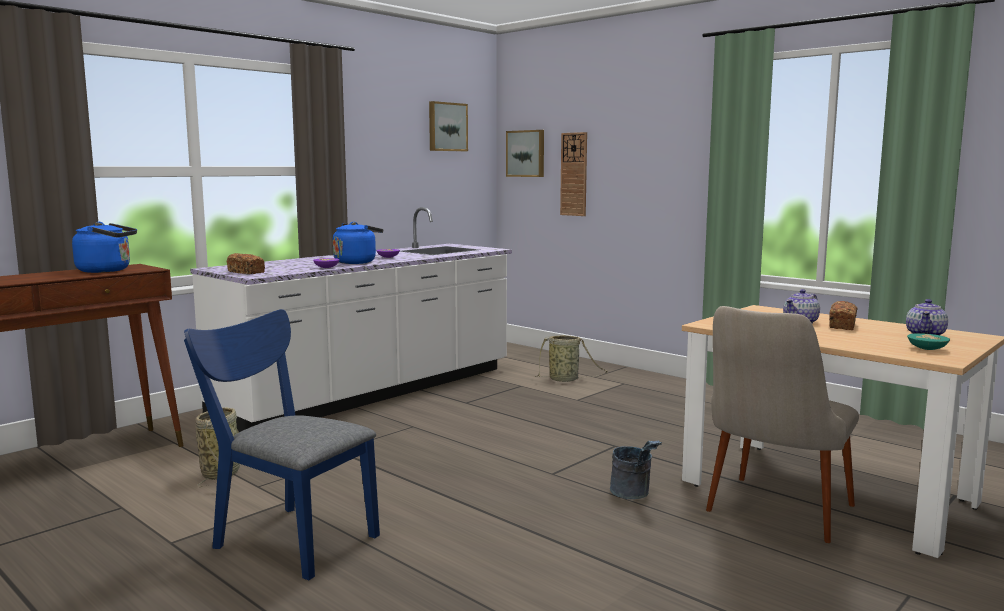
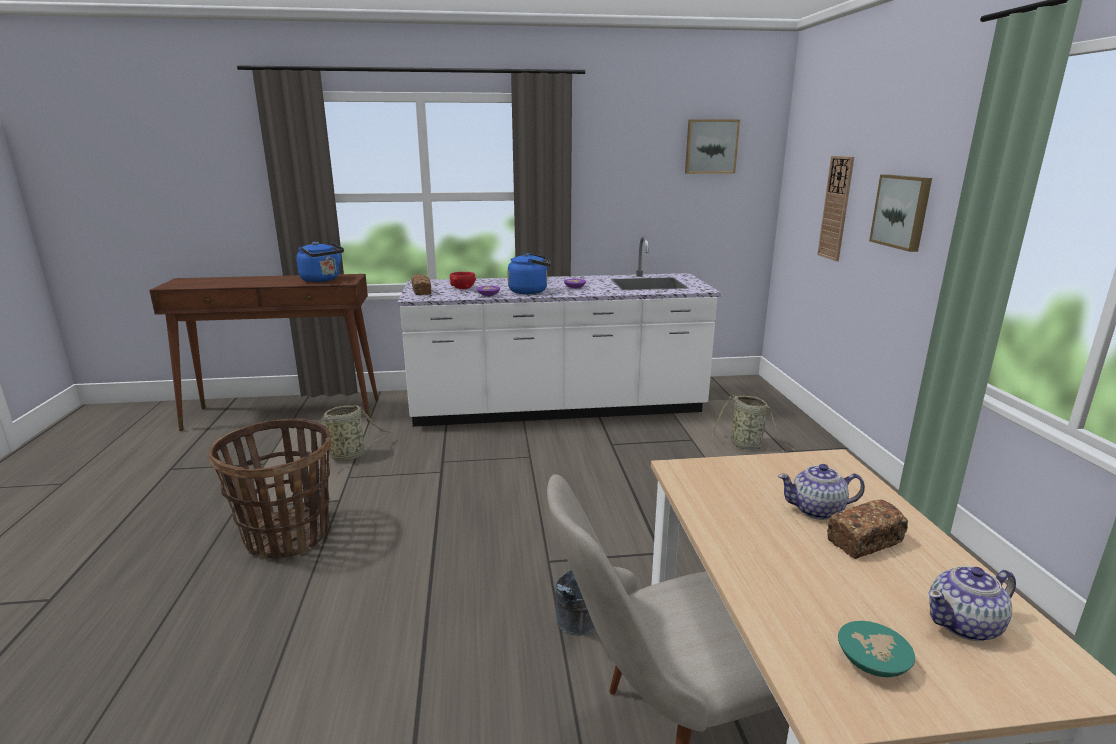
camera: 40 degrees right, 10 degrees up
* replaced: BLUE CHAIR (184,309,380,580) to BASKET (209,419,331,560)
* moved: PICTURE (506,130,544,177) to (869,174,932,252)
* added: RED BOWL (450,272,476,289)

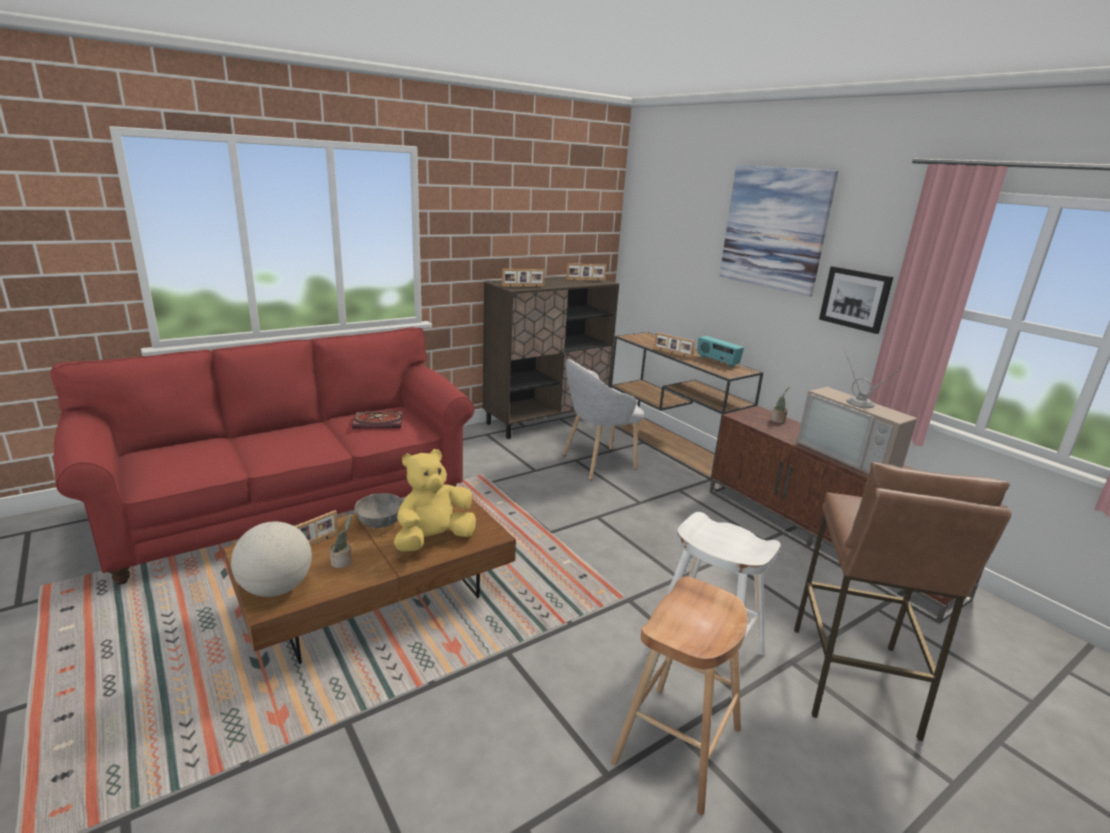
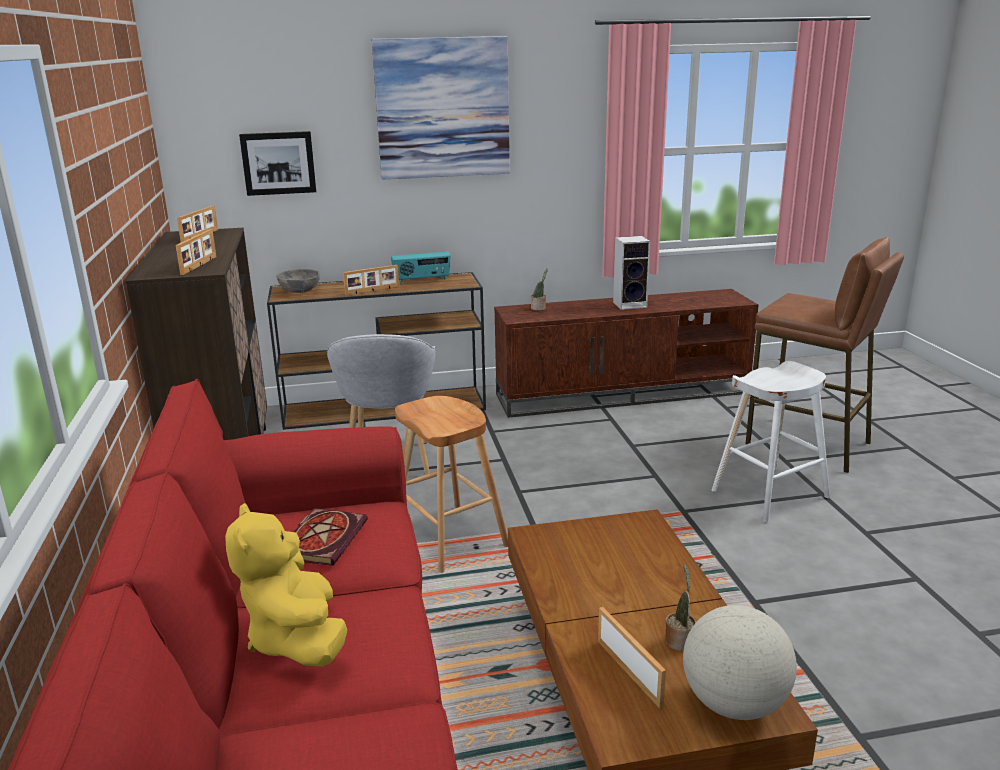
camera: 65 degrees left, 0 degrees up
* moved: GREY BOWL (355,493,403,528) to (276,269,320,293)
* moved: YELLOW PLUSH TOY (394,449,476,552) to (225,503,347,667)
* moved: BROWN STOOL (611,576,747,815) to (395,396,508,573)
* replaced: TELEVISION (797,348,917,474) to SPEAKER (613,236,651,310)
* moved: PICTURE (819,266,893,334) to (239,131,316,196)

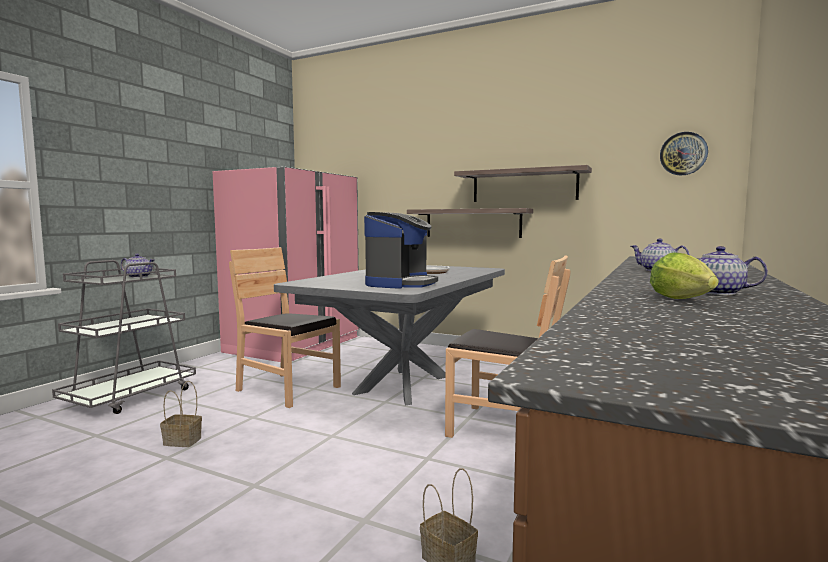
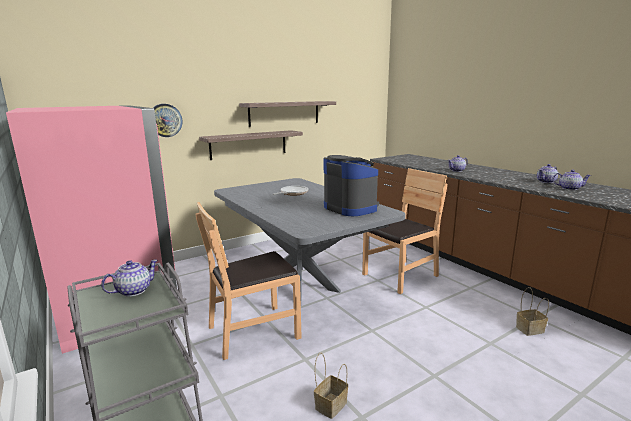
camera: 60 degrees left, 10 degrees up
* replaced: LETTUCE (650,252,718,299) to TEAPOT (552,170,591,190)
* moved: WALL CLOCK (660,132,708,175) to (153,104,182,137)

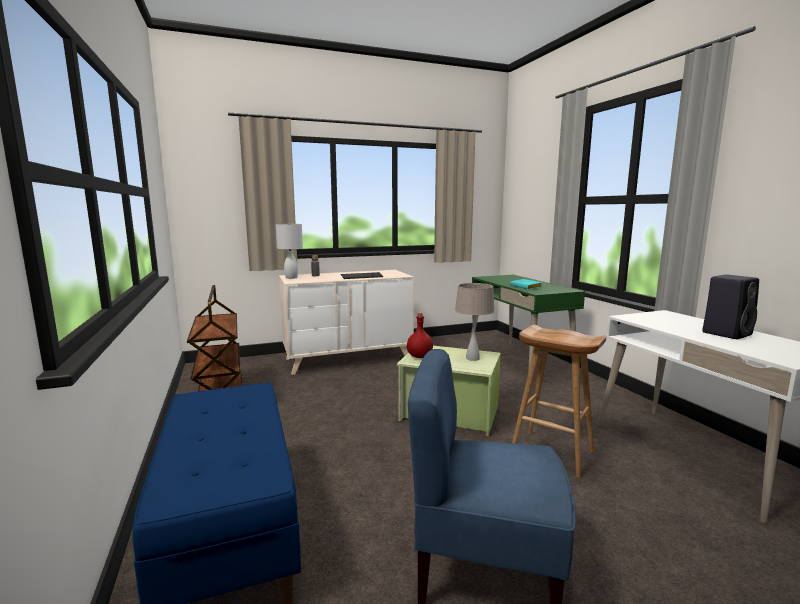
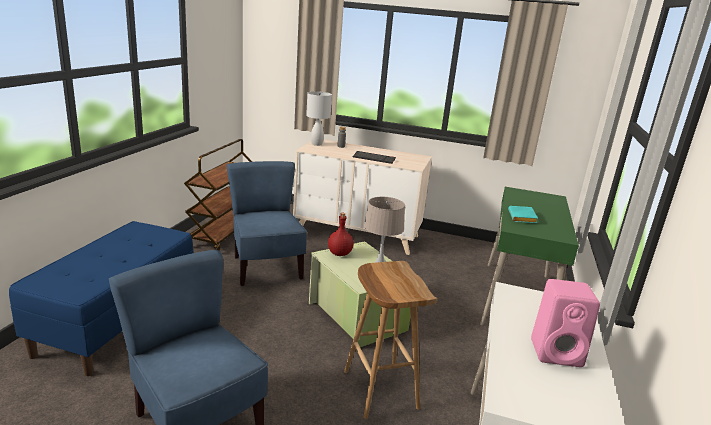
camera: 35 degrees right, 10 degrees up
* recoloured: BLACK SPEAKER (702,274,759,339) to PINK SPEAKER (531,279,600,367)
* added: BLUE CHAIR (227,161,307,286)

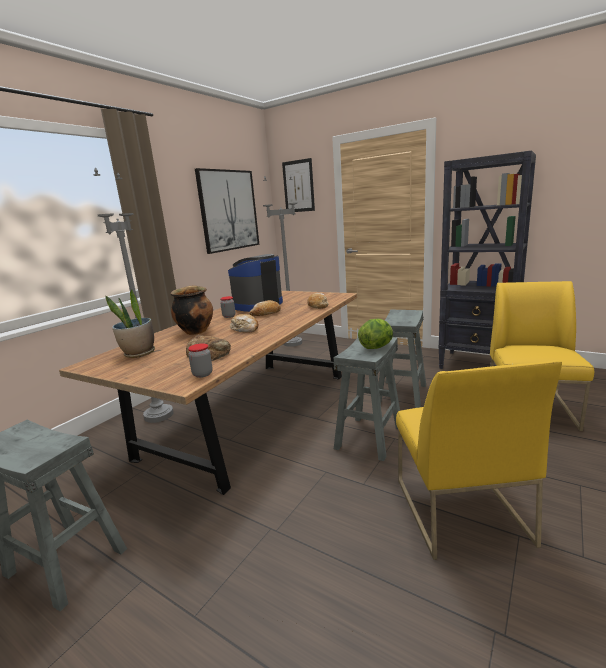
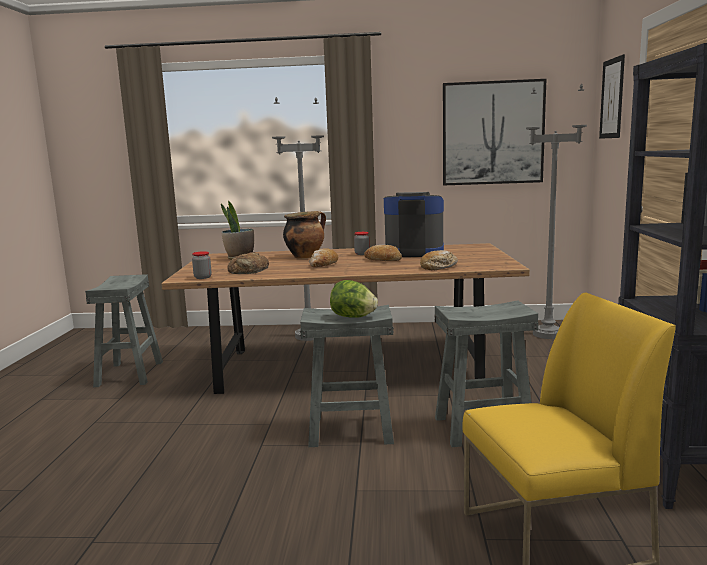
camera: 60 degrees right, 5 degrees down
* removed: YELLOW CHAIR (396,360,562,560)

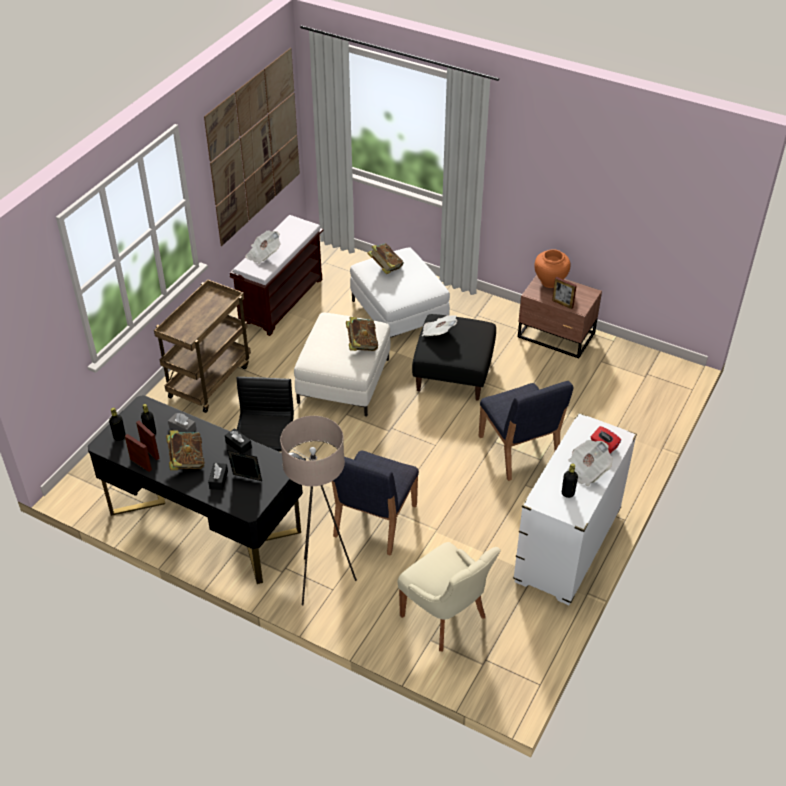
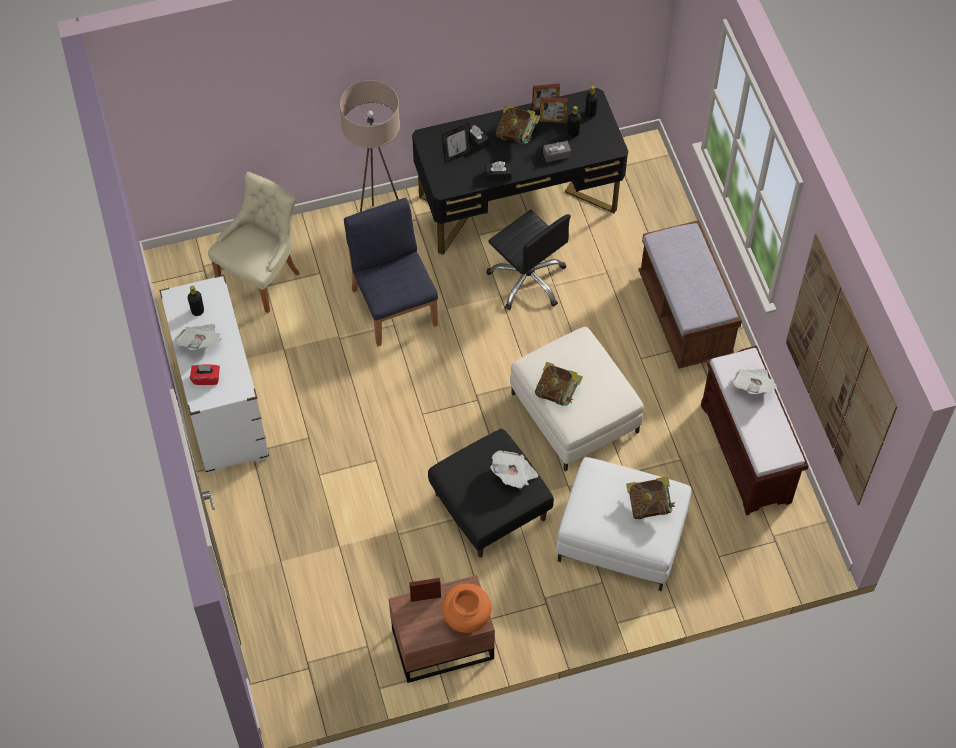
camera: 135 degrees right, 15 degrees up
* replaced: BROWN CART (154,279,251,413) to BROWN BENCH (638,220,742,369)
* turned: BEIGE CHAIR (398,542,501,651) = (208,172,299,313) 120 degrees clockwise
* removed: BLUE CHAIR (479,381,573,481)

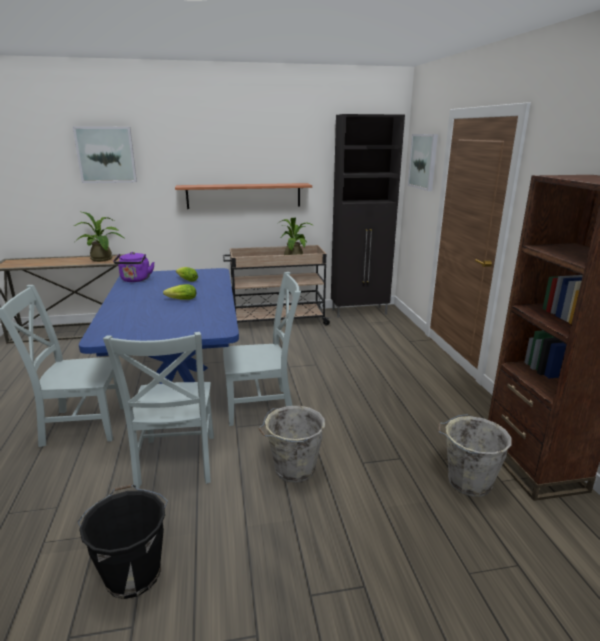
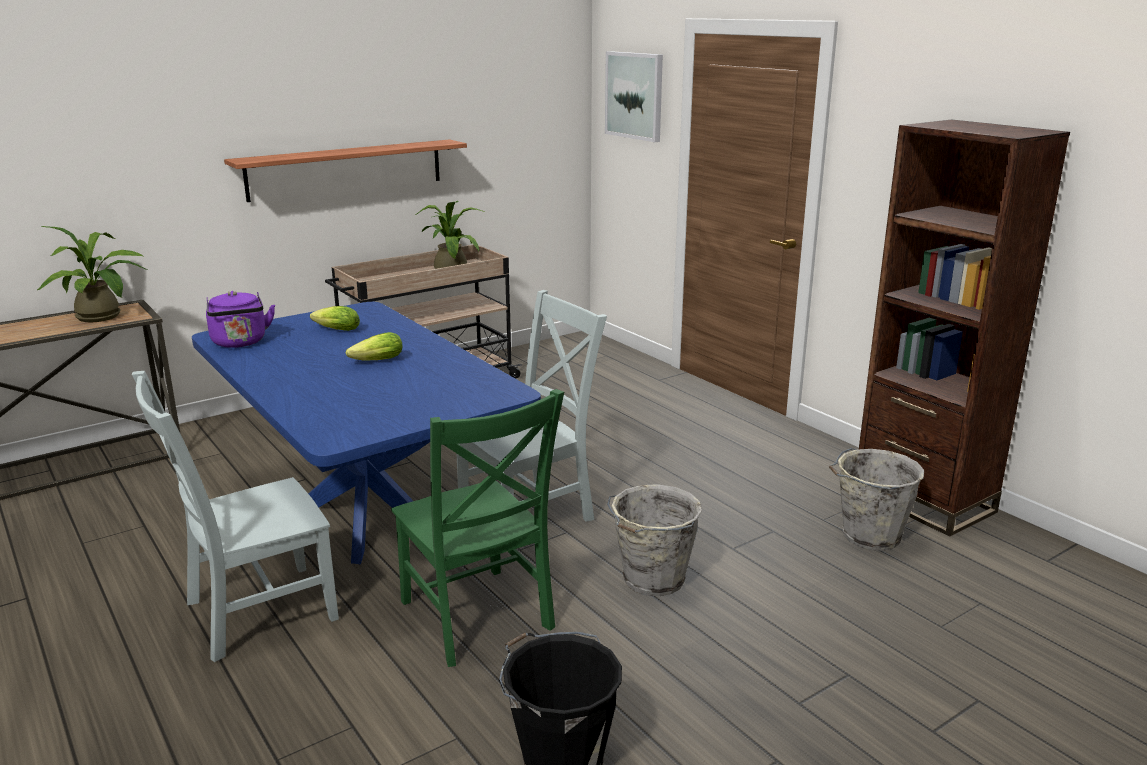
camera: 25 degrees left, 0 degrees up
* removed: PICTURE (73,126,137,183)
* recoloured: GREY CHAIR (103,332,214,489) to GREEN CHAIR (391,389,564,667)
* removed: BLACK CABINET (331,114,405,318)

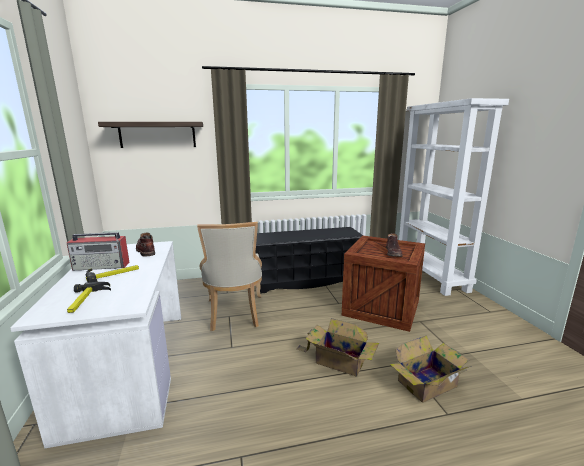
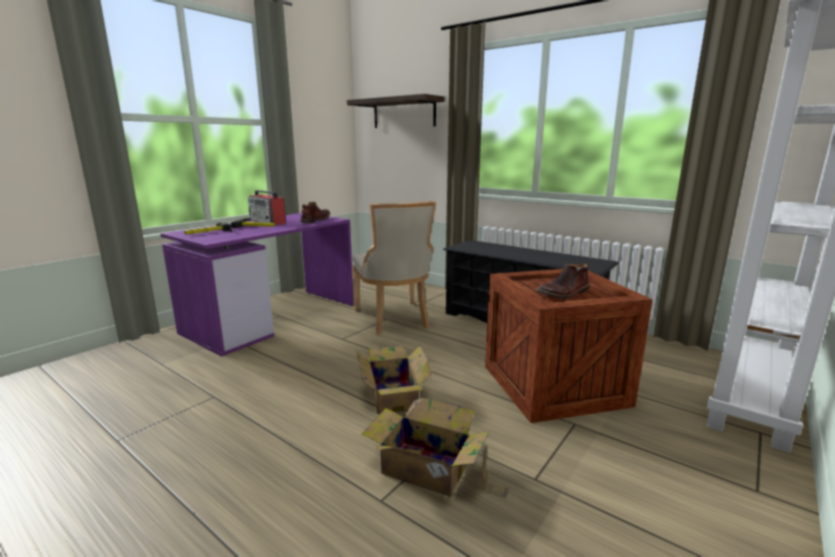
camera: 50 degrees right, 0 degrees up
* recoloured: WHITE DESK (10,241,181,449) to PURPLE DESK (160,213,354,357)
* turned: BEIGE CHAIR (197,222,262,331) = (352,201,436,335) 60 degrees counterclockwise

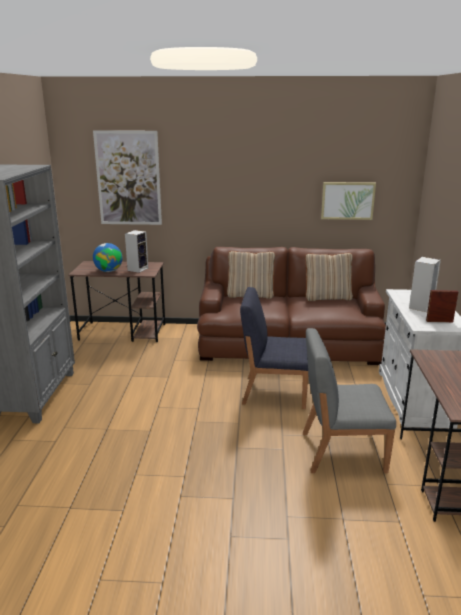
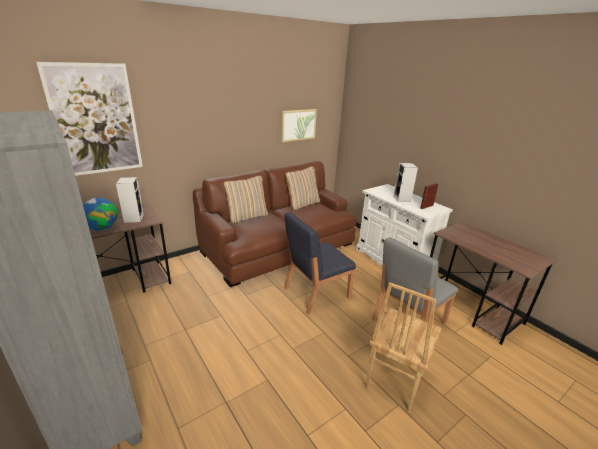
camera: 40 degrees left, 5 degrees up
* added: BROWN CHAIR (365,282,442,412)

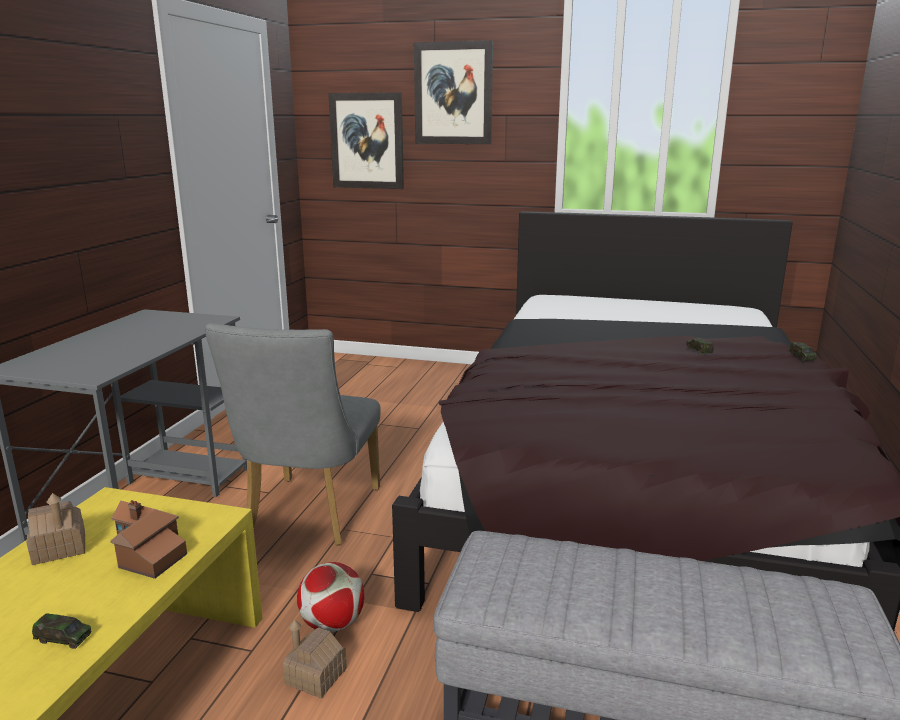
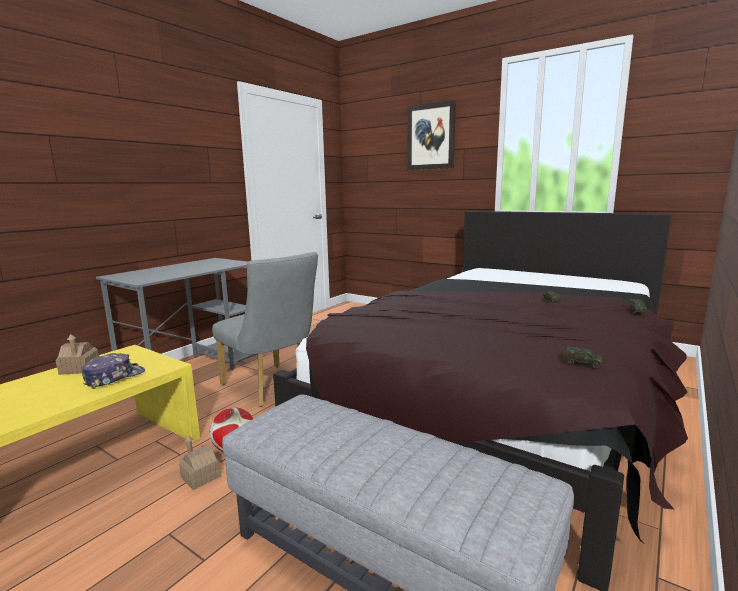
camera: 20 degrees right, 5 degrees down
* moved: TOY CAR (32,613,92,649) to (564,347,602,368)
* replaced: TOY HOUSE (110,500,187,579) to CAP (82,353,145,389)
* turned: GREY CHAIR (205,323,381,545) = (212,252,318,407) 75 degrees counterclockwise
* removed: PICTURE (328,92,404,189)

